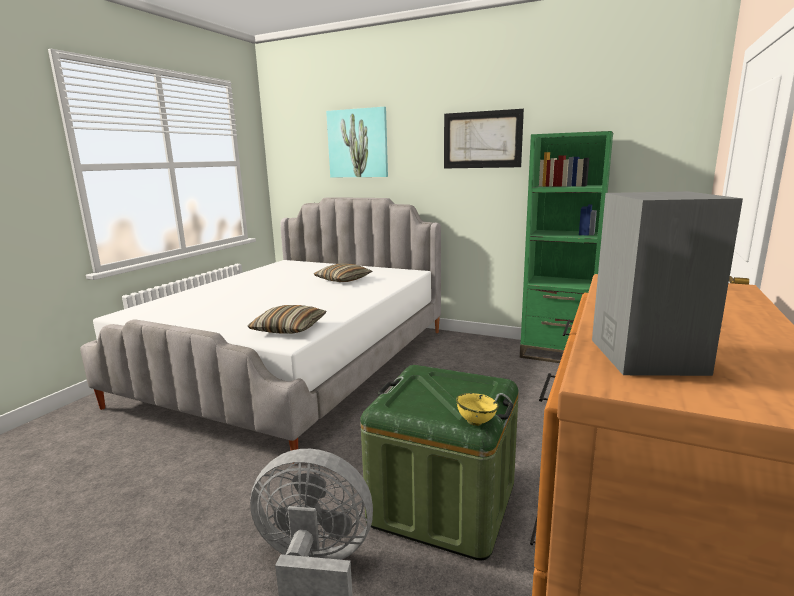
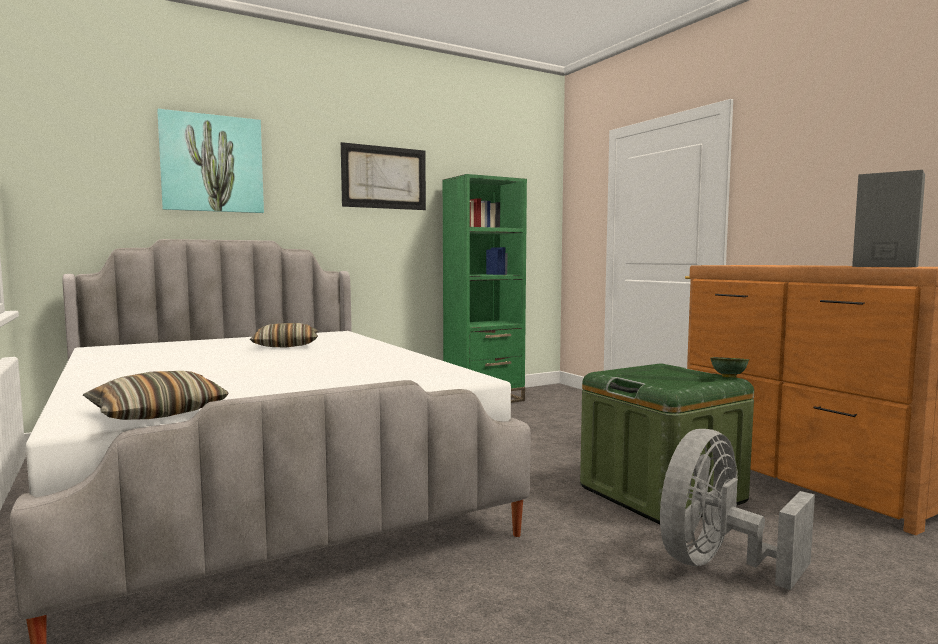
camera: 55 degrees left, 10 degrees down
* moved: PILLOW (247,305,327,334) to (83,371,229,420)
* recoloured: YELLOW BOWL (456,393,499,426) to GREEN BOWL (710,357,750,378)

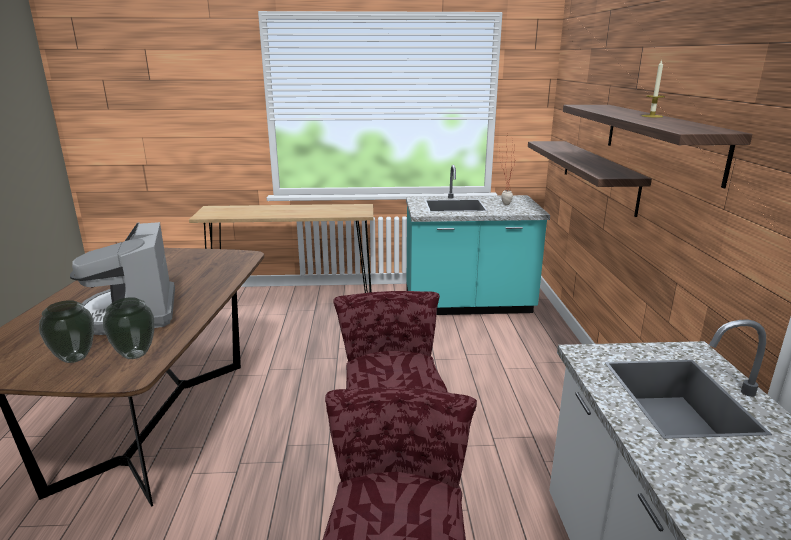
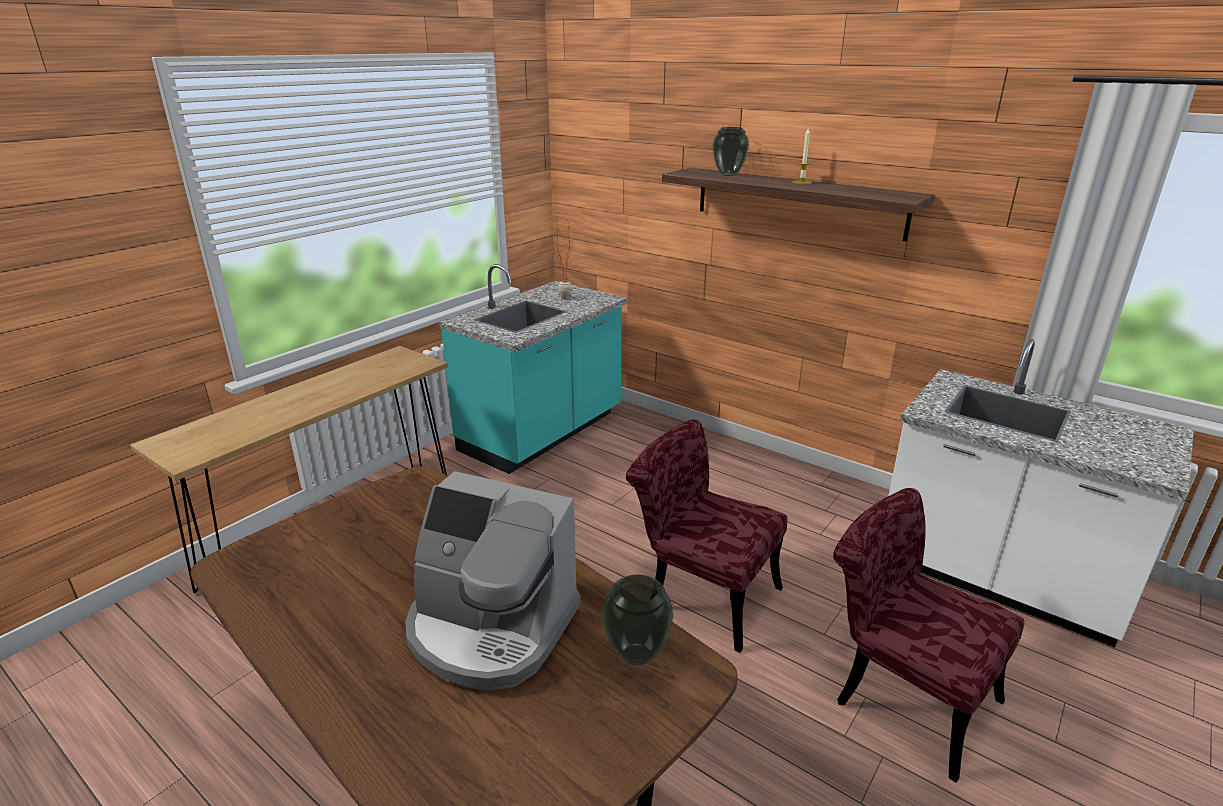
camera: 50 degrees left, 5 degrees up
* moved: VASE (39,300,94,363) to (713,127,749,176)
* removed: SHELF (528,141,652,217)

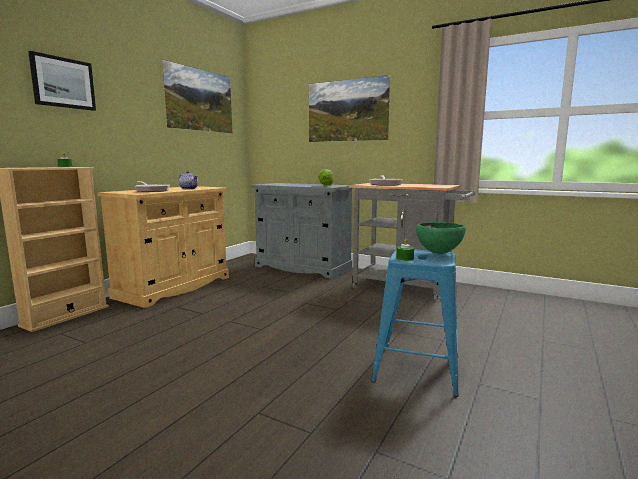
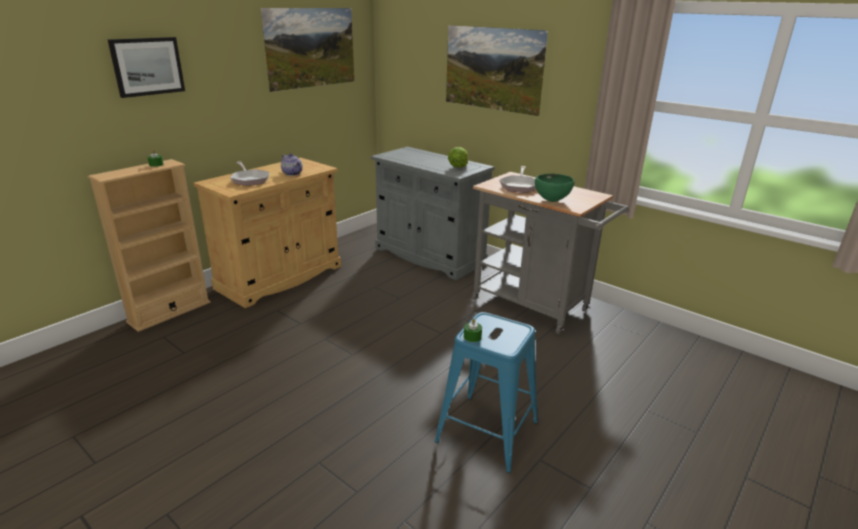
camera: 10 degrees right, 15 degrees up
* moved: GREEN BOWL (416,222,466,254) to (535,174,574,202)

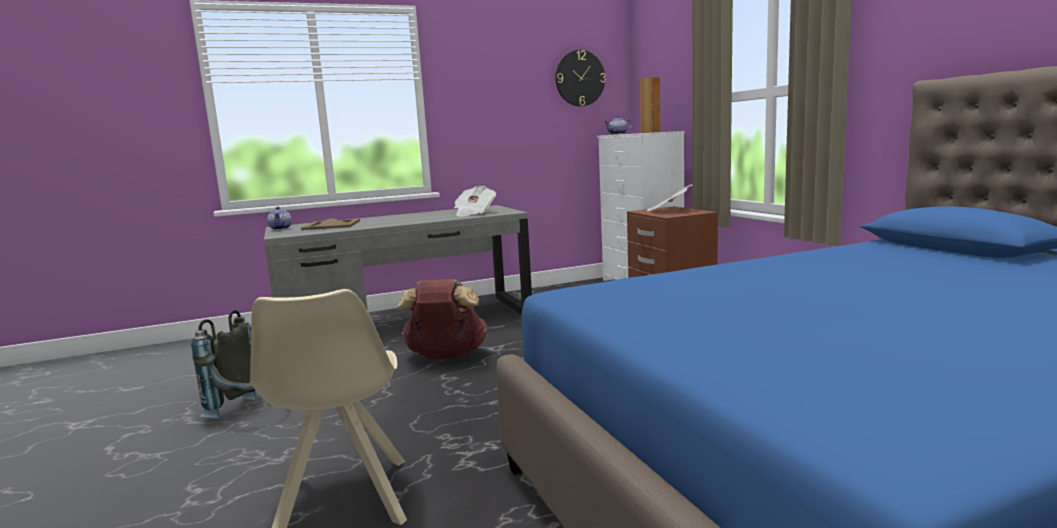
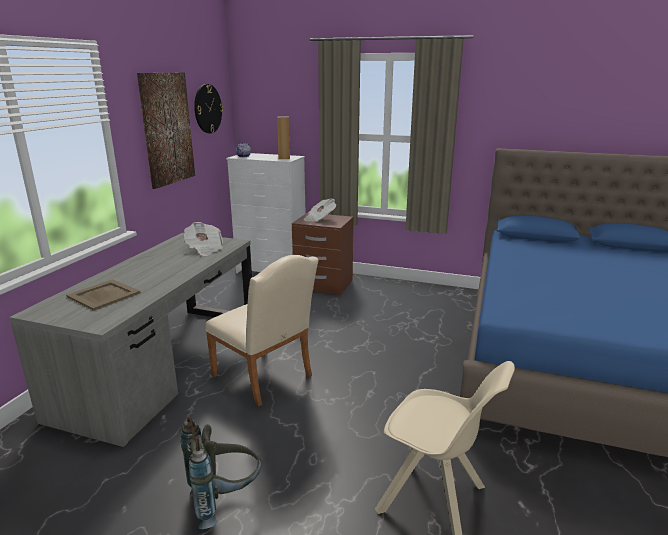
camera: 50 degrees left, 10 degrees up
* removed: TEAPOT (267,207,292,230)
* replaced: BROWN BACKPACK (398,279,487,359) to BEIGE CHAIR (205,255,319,407)
* added: PICTURE (137,73,195,189)

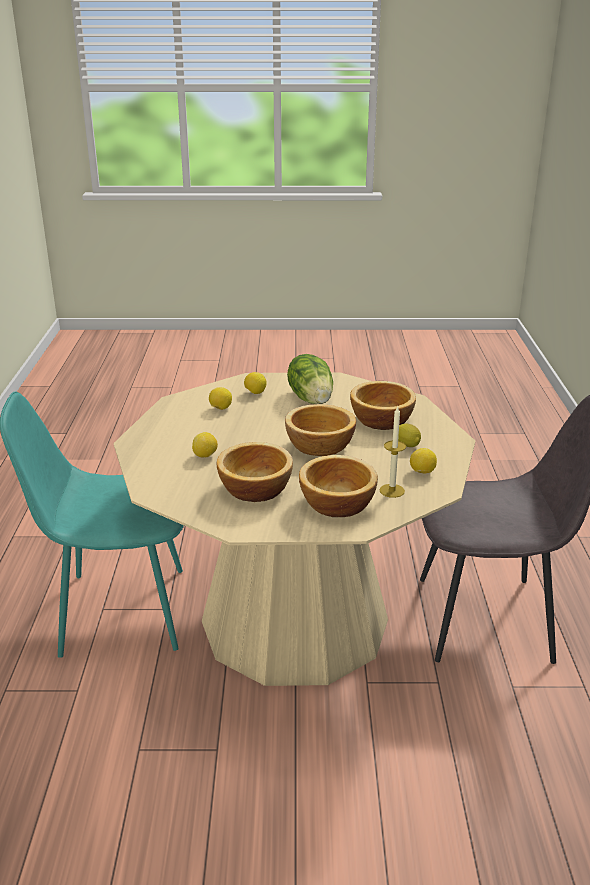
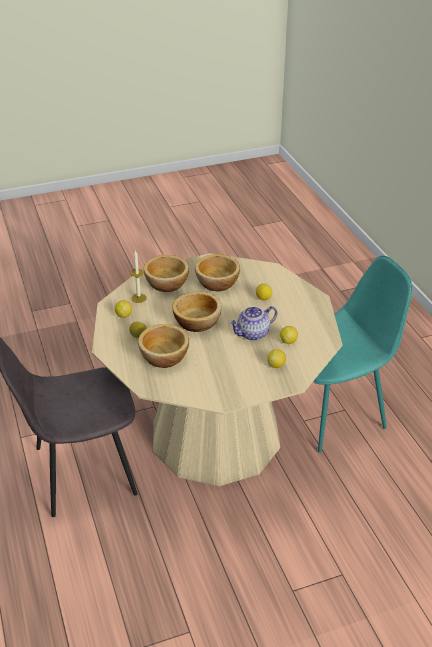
camera: 160 degrees right, 10 degrees up
* removed: LETTUCE (287,354,333,404)
* added: TEAPOT (229,306,277,341)

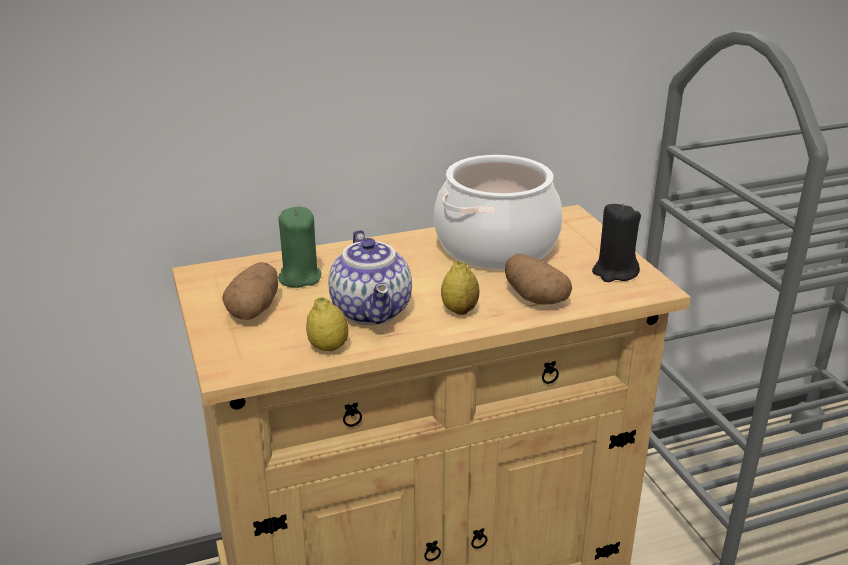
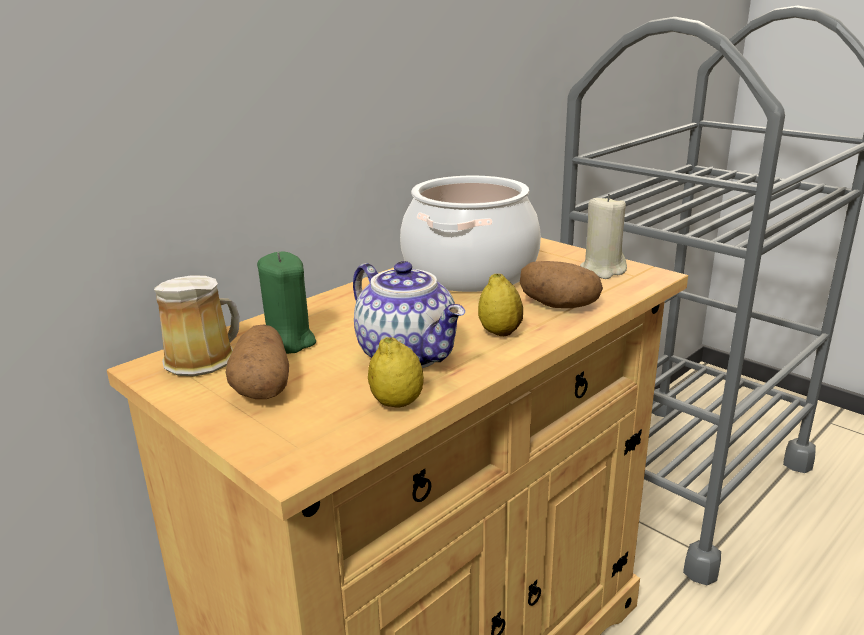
camera: 25 degrees left, 5 degrees down
* recoloured: BLACK CANDLE (592,203,641,282) to BEIGE CANDLE (580,194,627,279)
* added: MUG (154,275,240,376)

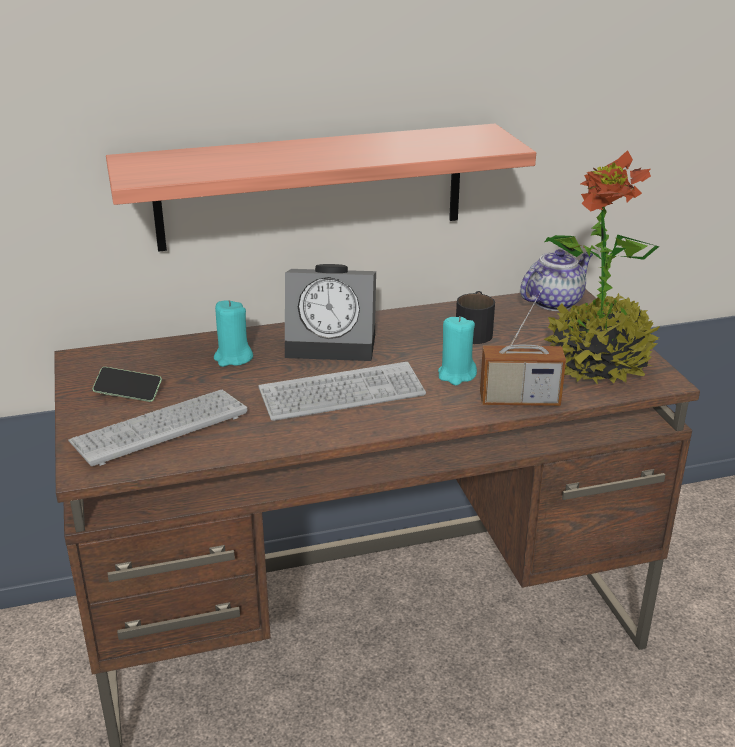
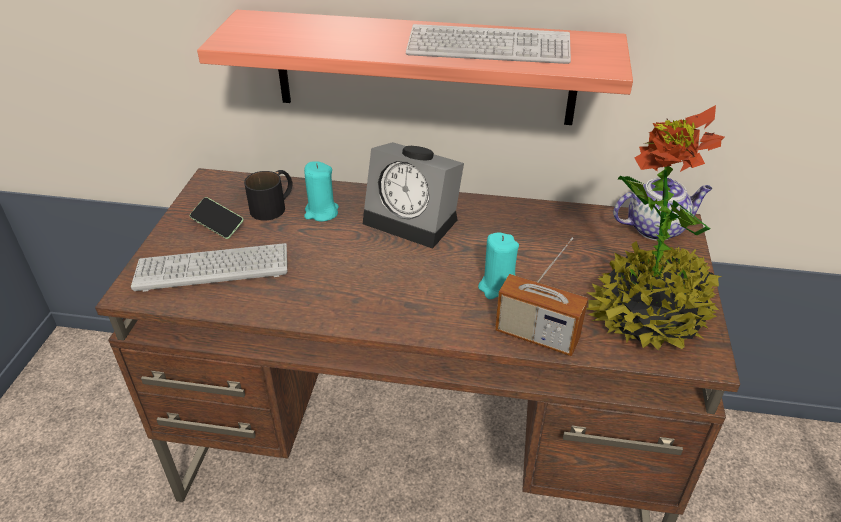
camera: 25 degrees right, 10 degrees up
* moved: KEYBOARD (258,362,426,421) to (406,24,571,64)
* moved: BLACK MUG (456,291,495,344) to (244,170,293,221)

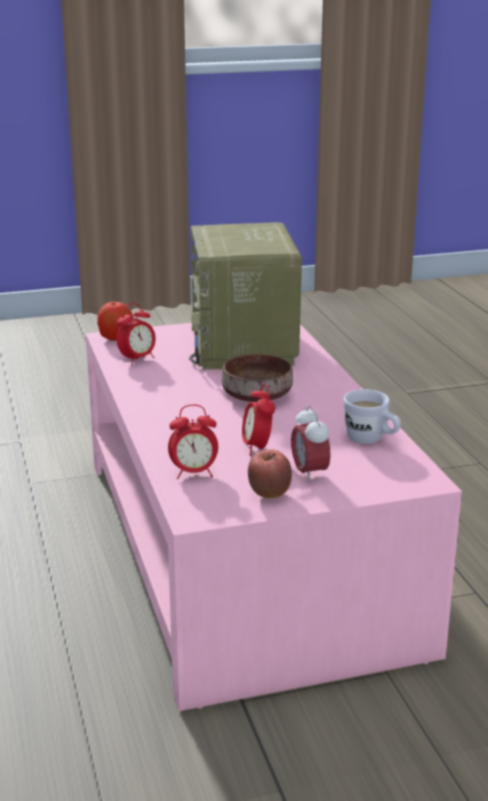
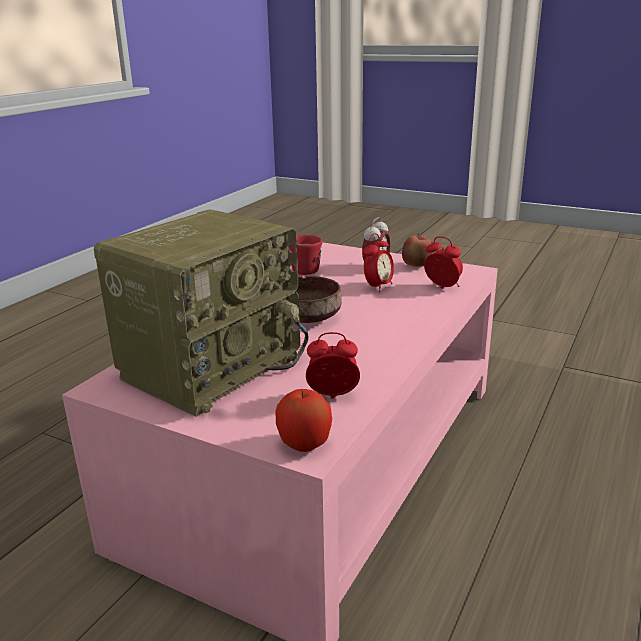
camera: 135 degrees left, 0 degrees up
* recoloured: WHITE MUG (343,389,401,444) to RED MUG (289,235,322,275)

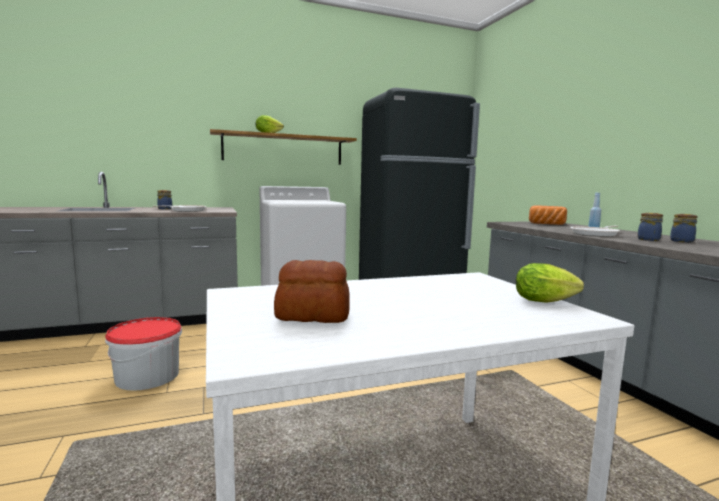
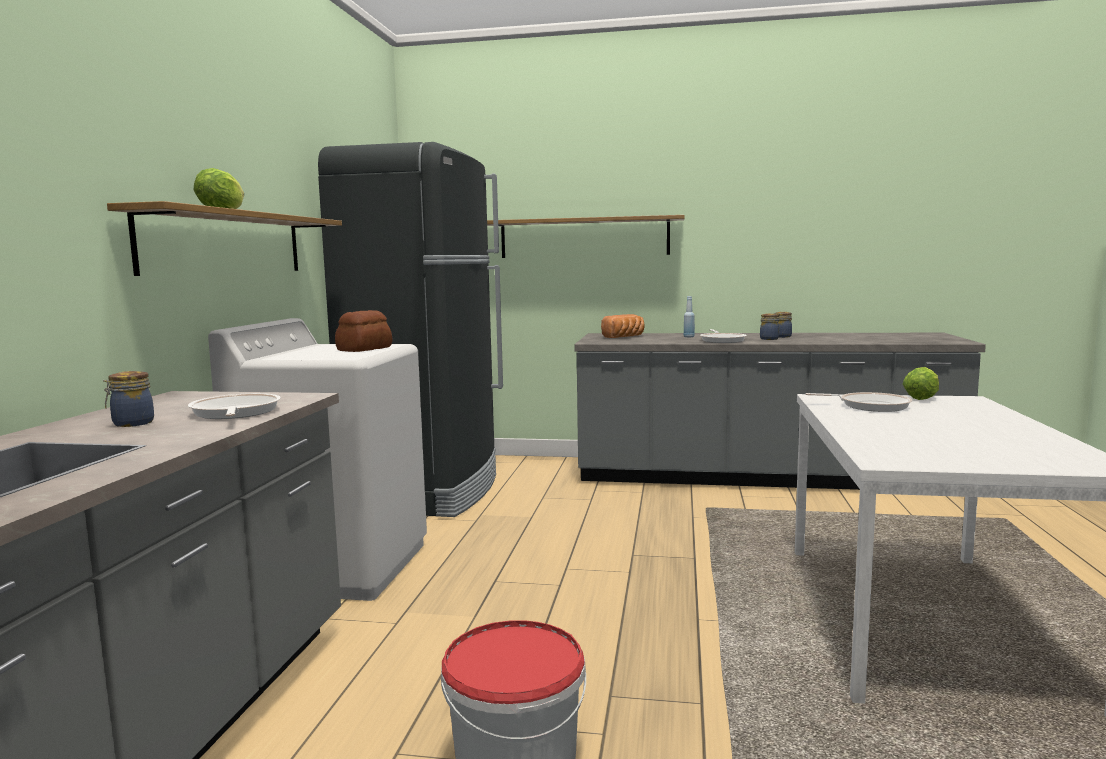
camera: 60 degrees left, 0 degrees up
* moved: BREAD (274,260,350,323) to (335,310,392,352)
* added: SHELF (487,215,685,258)
* added: FRYING PAN (805,392,913,412)

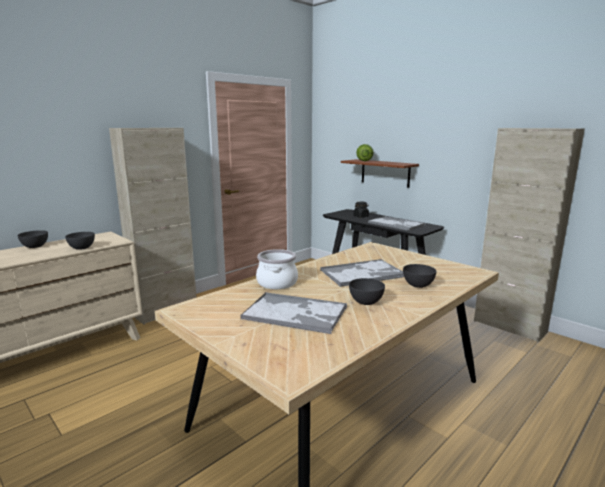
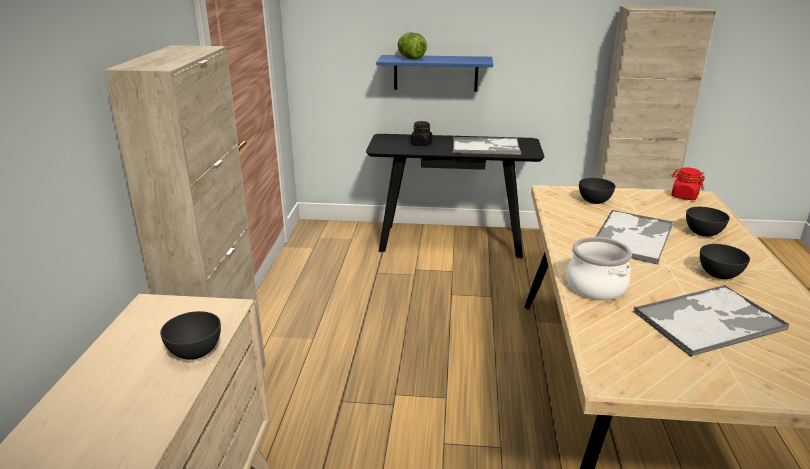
camera: 40 degrees left, 10 degrees up
* moved: GREY BOWL (18,230,48,248) to (579,178,615,204)
* recoloured: BROWN SHELF (341,159,419,188) to BLUE SHELF (376,55,493,92)
* added: RED JAR (671,167,705,200)

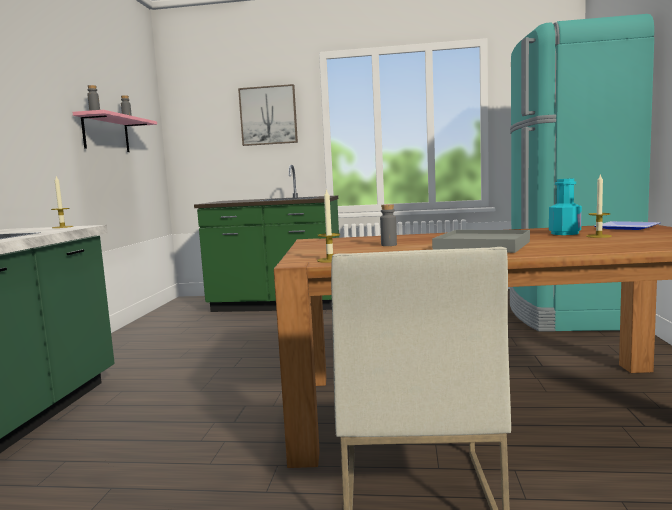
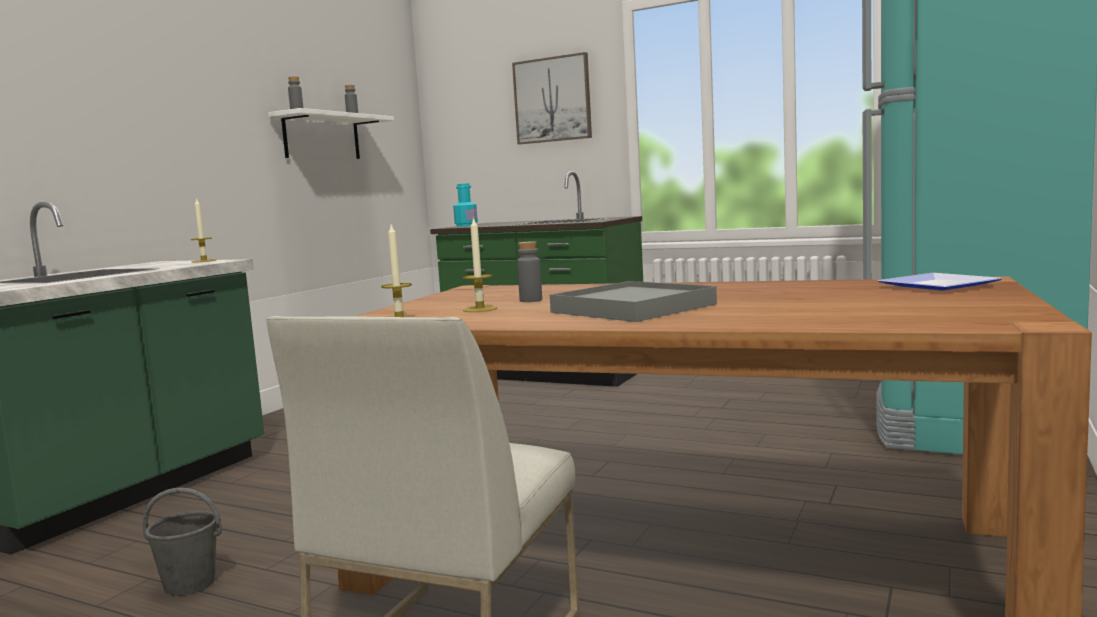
camera: 20 degrees right, 0 degrees up
* recoloured: PINK SHELF (72,110,157,152) to WHITE SHELF (268,108,394,159)
* moved: TURQUOISE BOTTLE (549,179,582,235) to (453,183,478,227)
* moved: CANDLE (586,175,612,238) to (463,217,497,312)
* added: GREY BUCKET (142,487,222,596)

